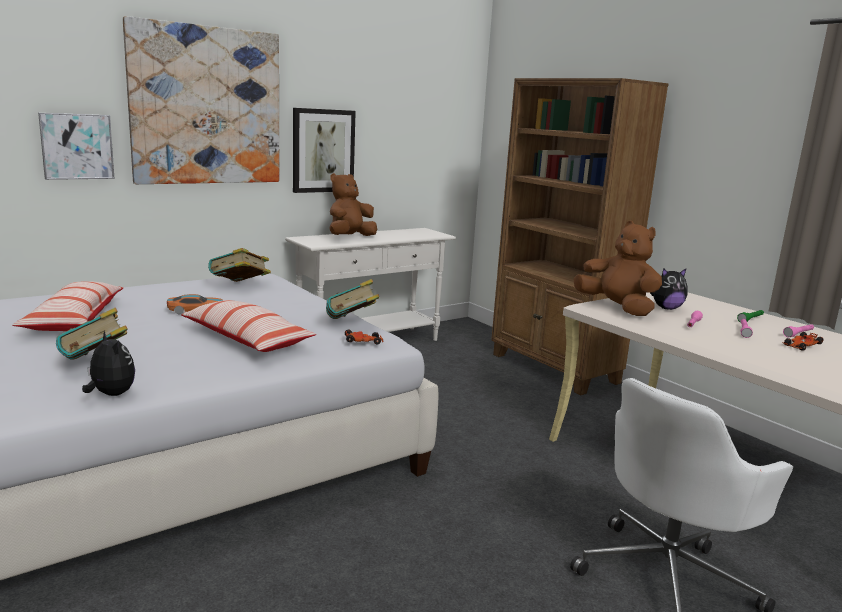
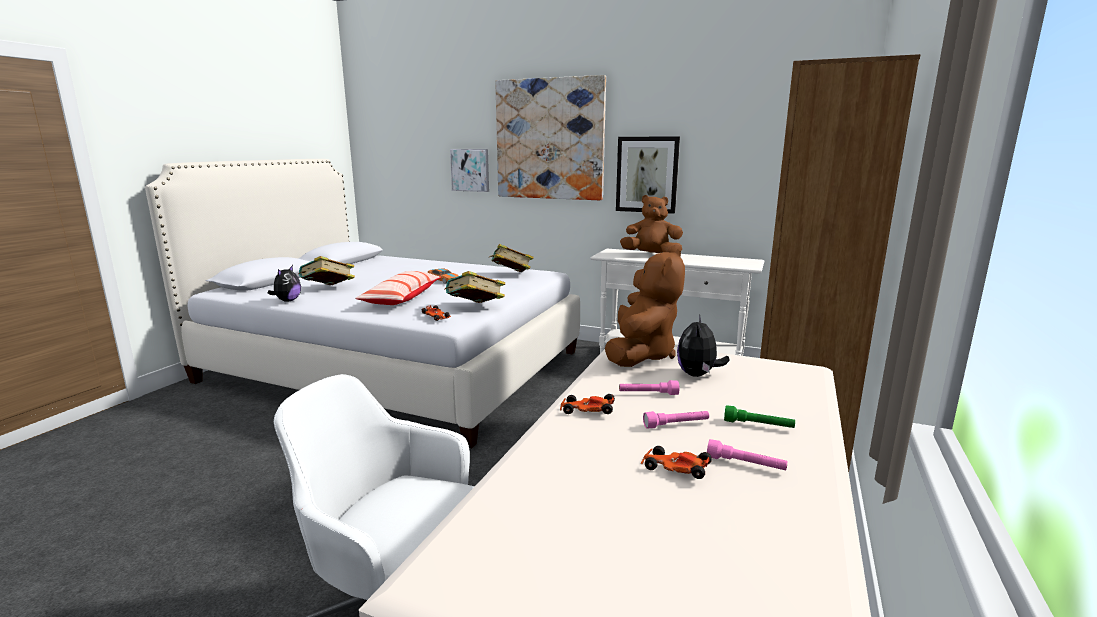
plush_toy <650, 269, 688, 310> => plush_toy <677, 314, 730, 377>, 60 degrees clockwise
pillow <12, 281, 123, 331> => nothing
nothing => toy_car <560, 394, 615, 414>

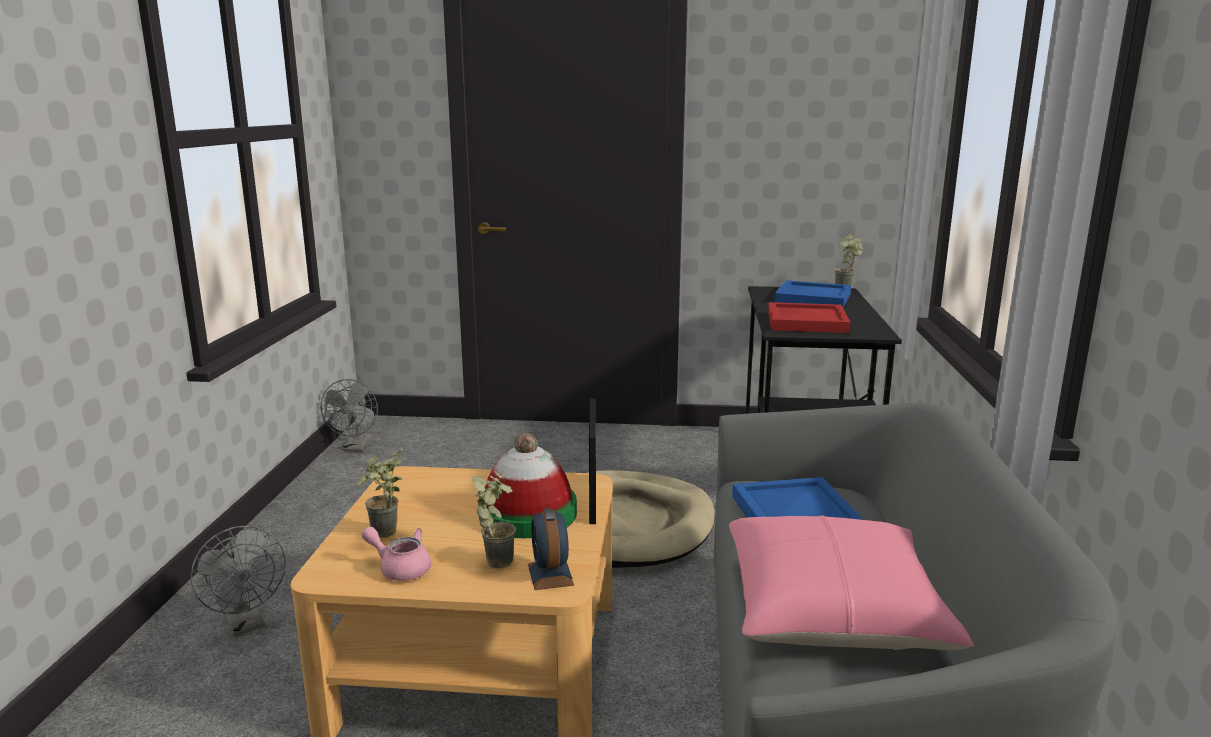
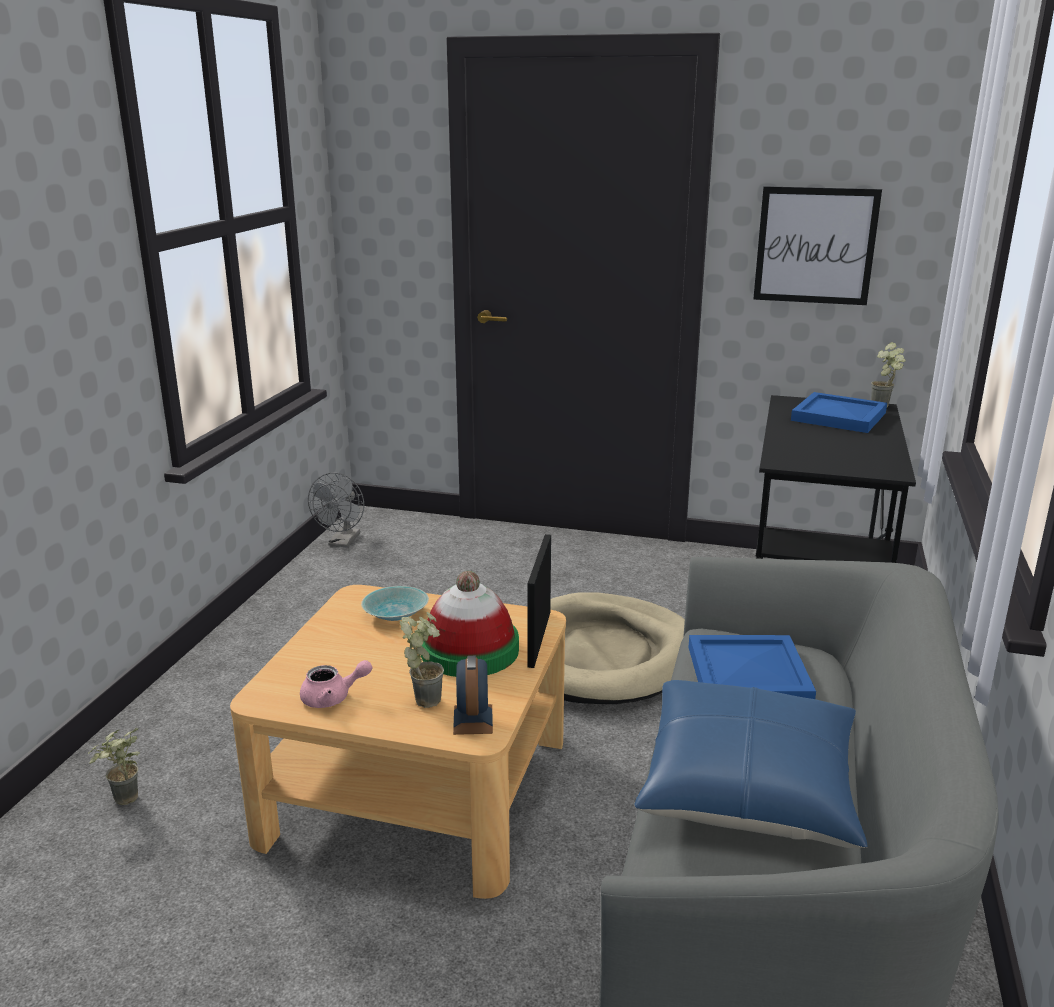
red_tray <768, 302, 851, 333> => nothing
potted_plant <355, 448, 403, 538> => potted_plant <88, 728, 140, 805>, shifted
pink_pillow <729, 515, 974, 650> => blue_pillow <634, 680, 868, 848>
grey_fan <191, 526, 286, 637> => nothing
pink_teapot <361, 526, 431, 581> => pink_teapot <300, 660, 372, 708>, 135 degrees clockwise
nothing => picture <753, 186, 882, 305>
nothing => turquoise_bowl <361, 586, 429, 621>

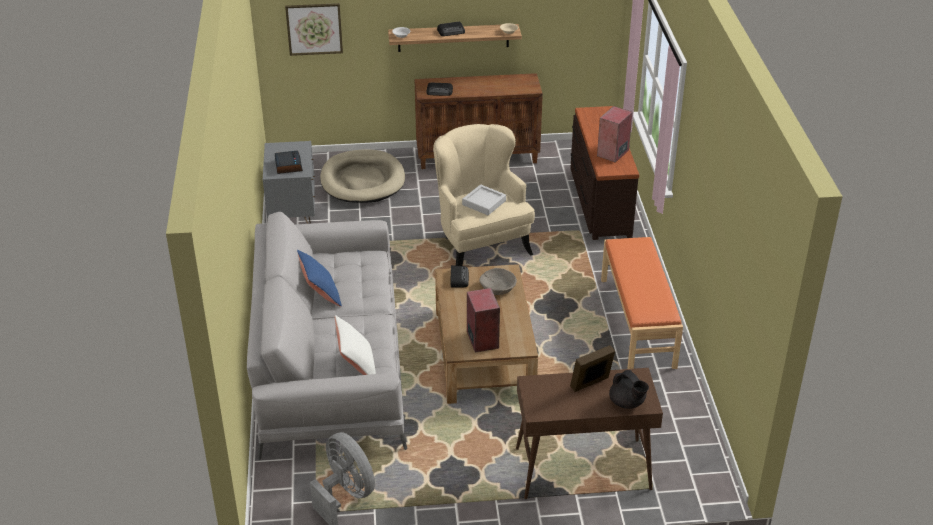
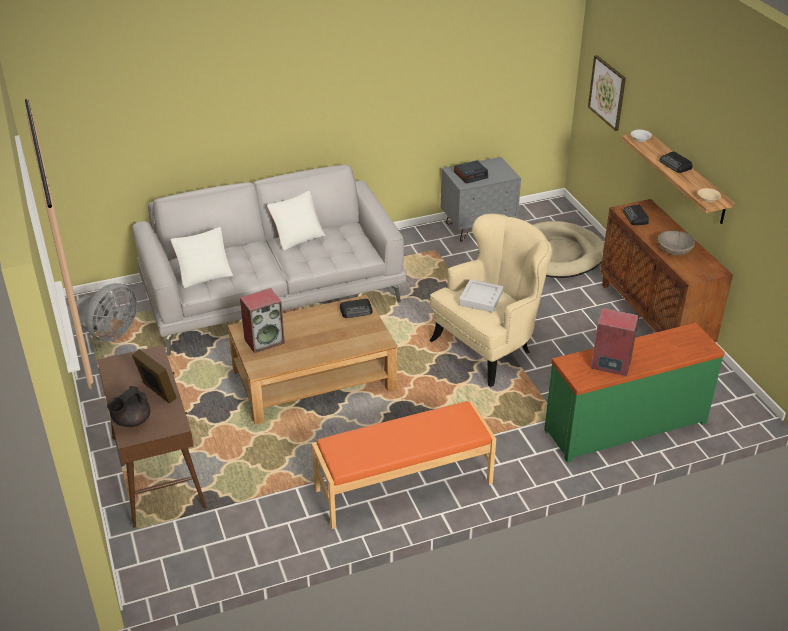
brown_dresser <570, 106, 639, 240> => green_dresser <544, 323, 725, 463>
blue_pillow <297, 249, 342, 307> => white_pillow <267, 191, 326, 251>
beige_bowl <479, 268, 517, 295> => beige_bowl <658, 231, 695, 255>, shifted

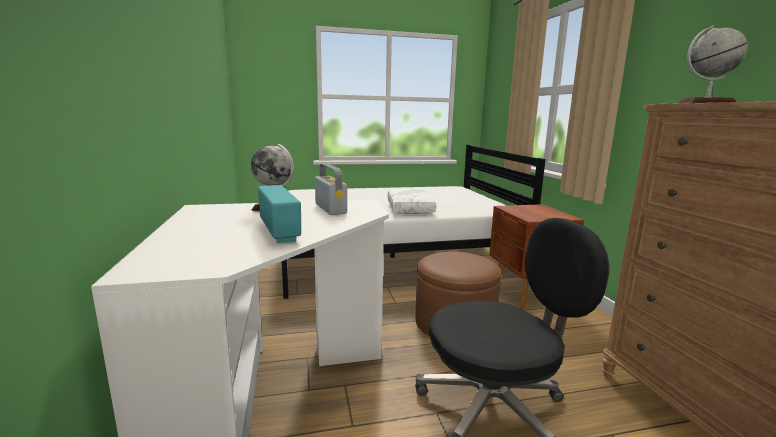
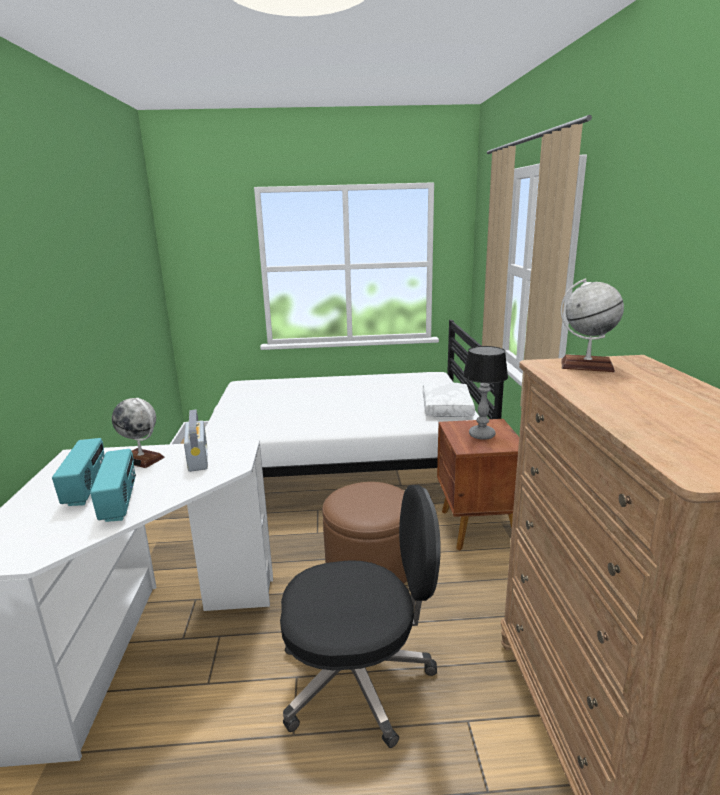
white_pillow <388, 189, 436, 214> => white_pillow <423, 383, 475, 417>, shifted
nothing => table_lamp <463, 346, 508, 440>
nothing => radio <52, 438, 105, 506>

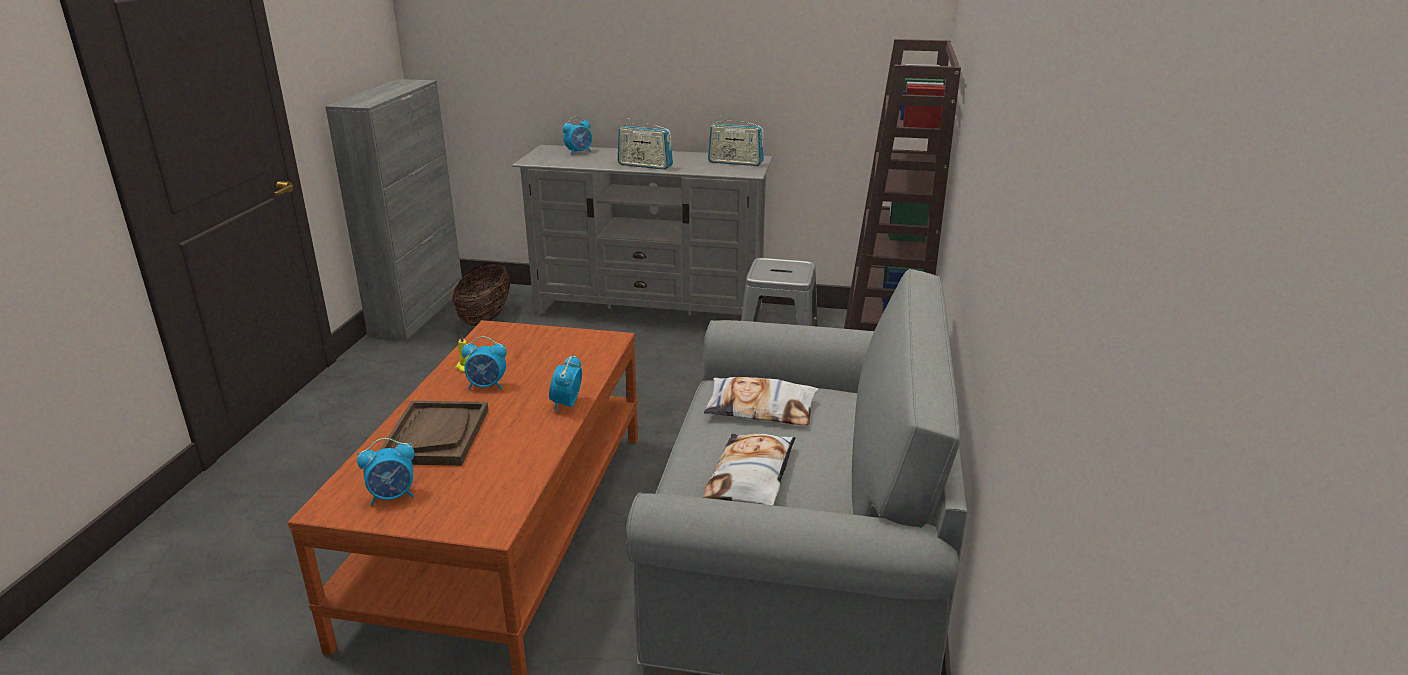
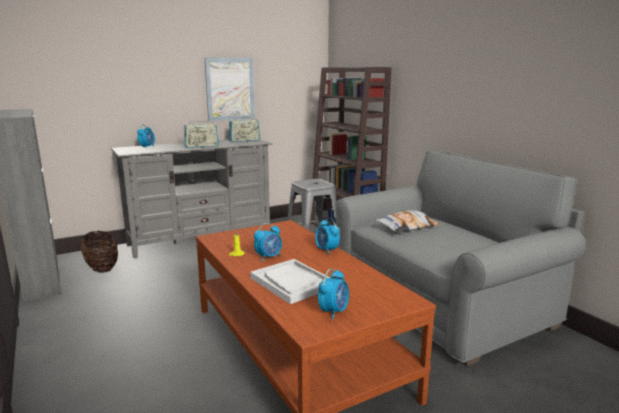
brown_tray <380, 401, 489, 466> => white_tray <250, 259, 330, 304>
pillow <703, 434, 796, 505> => nothing
nothing => picture <205, 58, 255, 121>

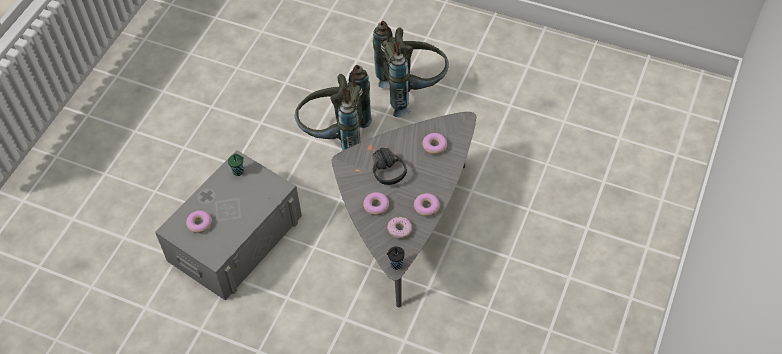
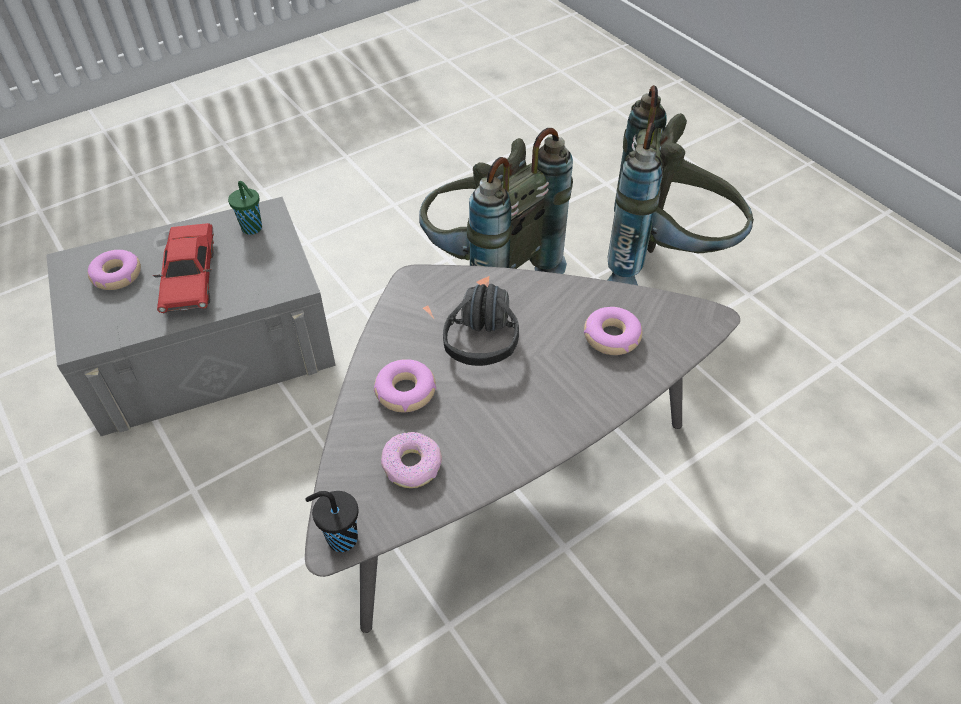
donut <414, 193, 440, 216> => nothing
nothing => red_toy_car <153, 223, 214, 314>

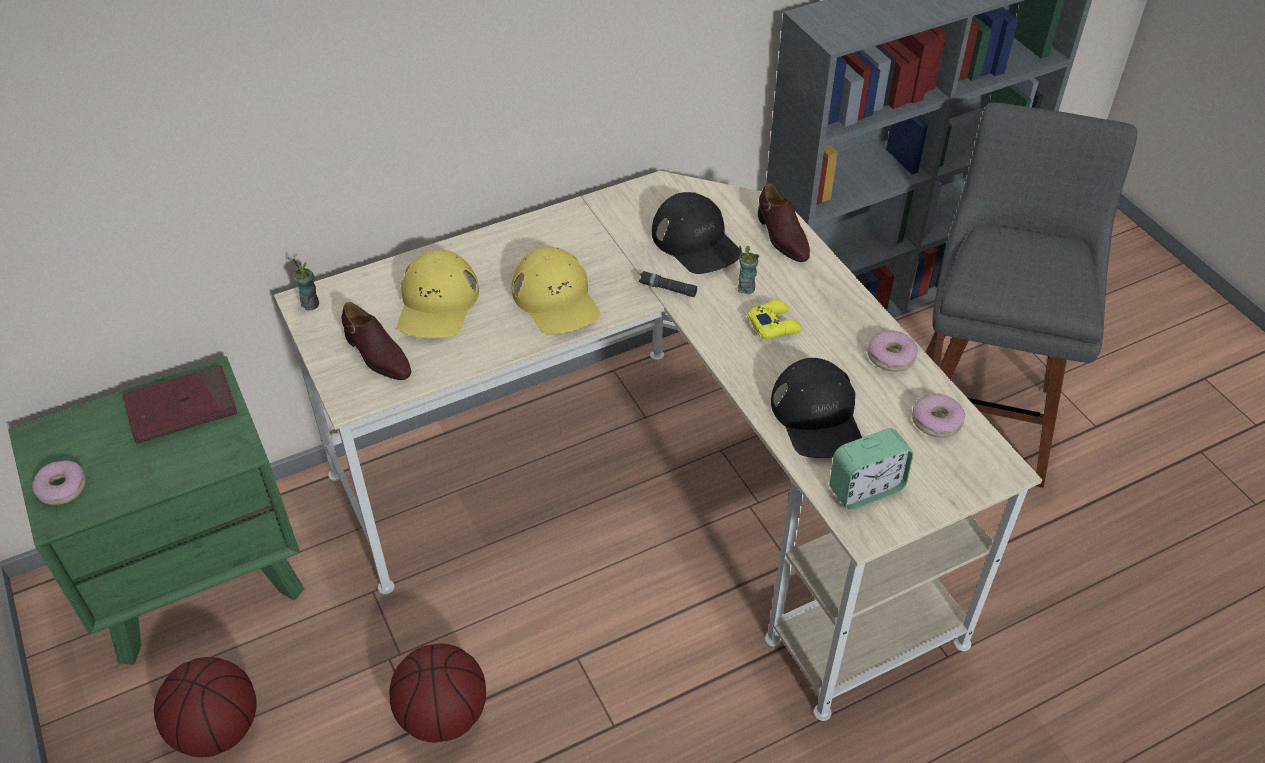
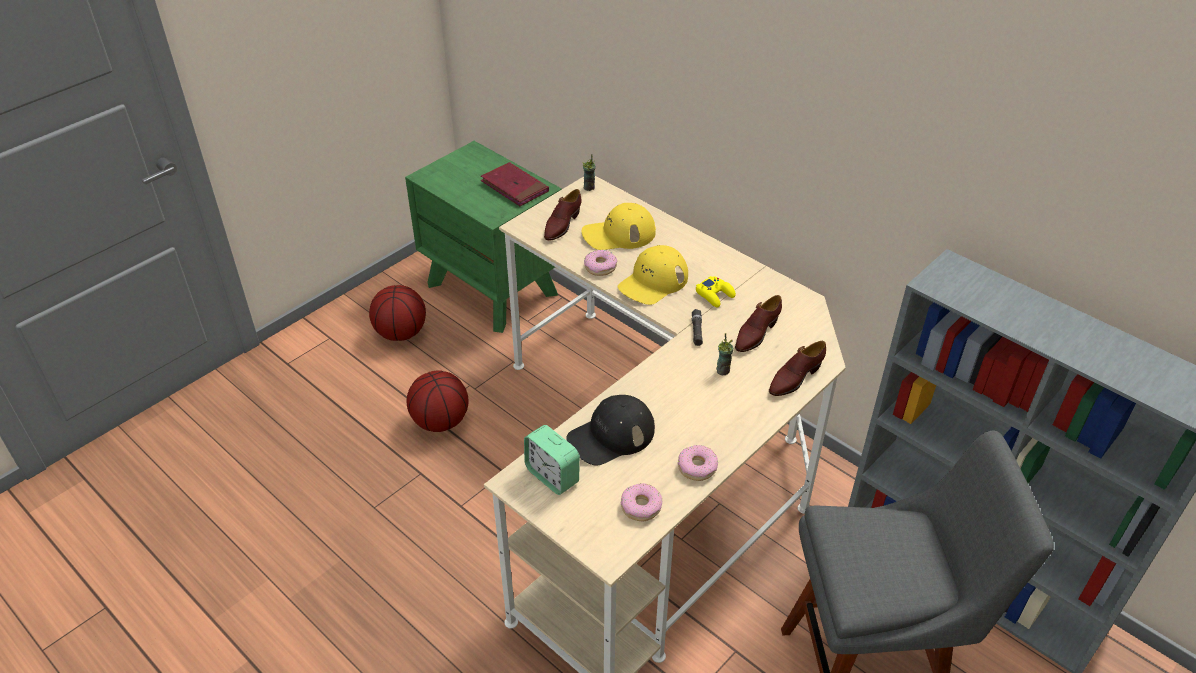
black_cap <652, 192, 741, 274> => brown_shoe <735, 295, 782, 352>
yellow_game_controller <747, 300, 802, 339> => yellow_game_controller <696, 276, 736, 307>, shifted
donut <32, 460, 86, 505> => donut <584, 250, 617, 276>, shifted

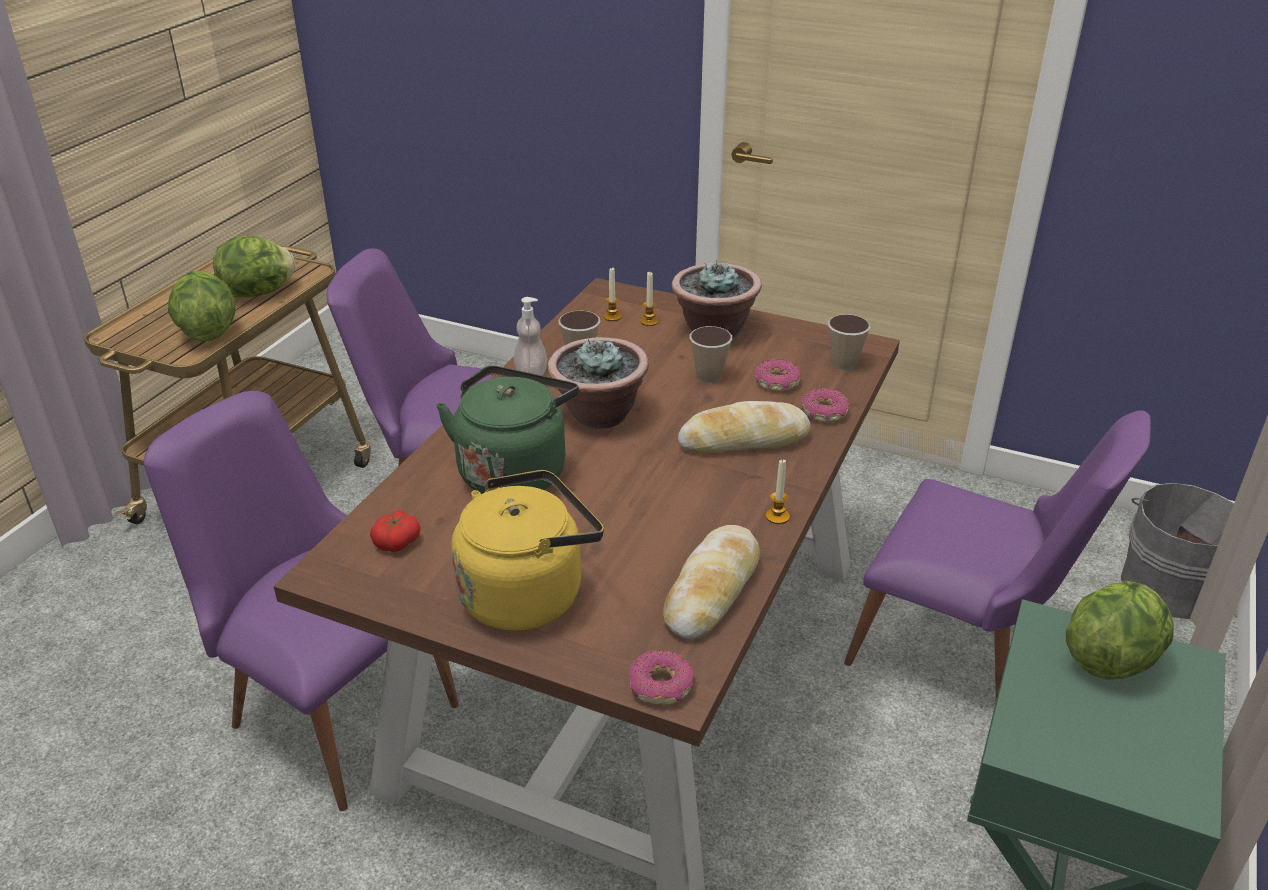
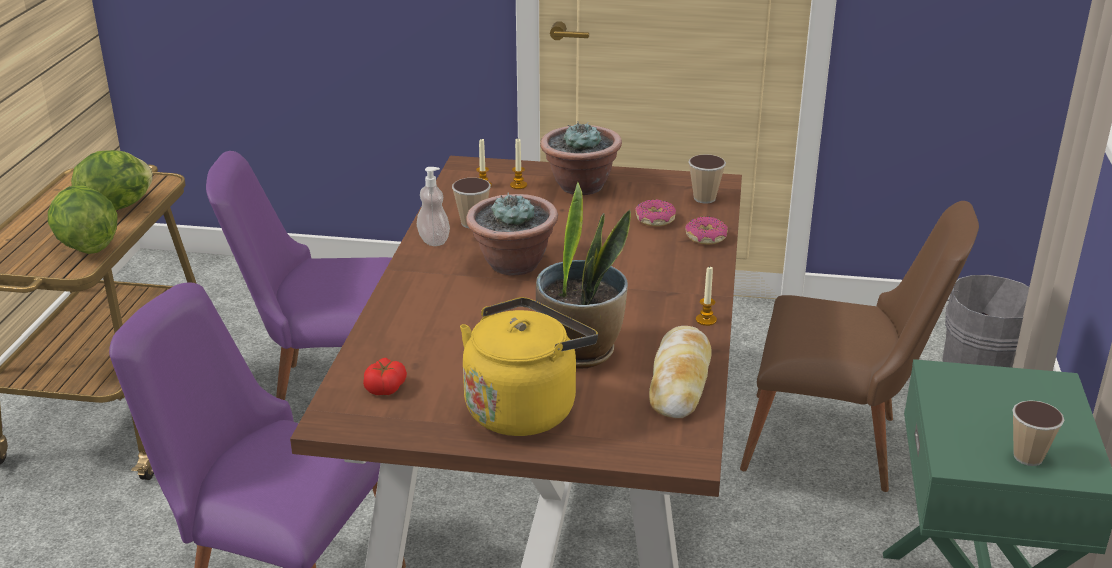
cup <690, 326, 732, 383> => cup <1012, 400, 1065, 466>, shifted
green_kettle <436, 366, 579, 494> => nothing
bread <678, 401, 811, 453> => nothing
purple_chair <844, 410, 1151, 699> => brown_chair <740, 201, 979, 492>
lettuce <1066, 581, 1174, 680> => nothing
donut <629, 650, 693, 705> => nothing
nothing => potted_plant <536, 182, 631, 369>

